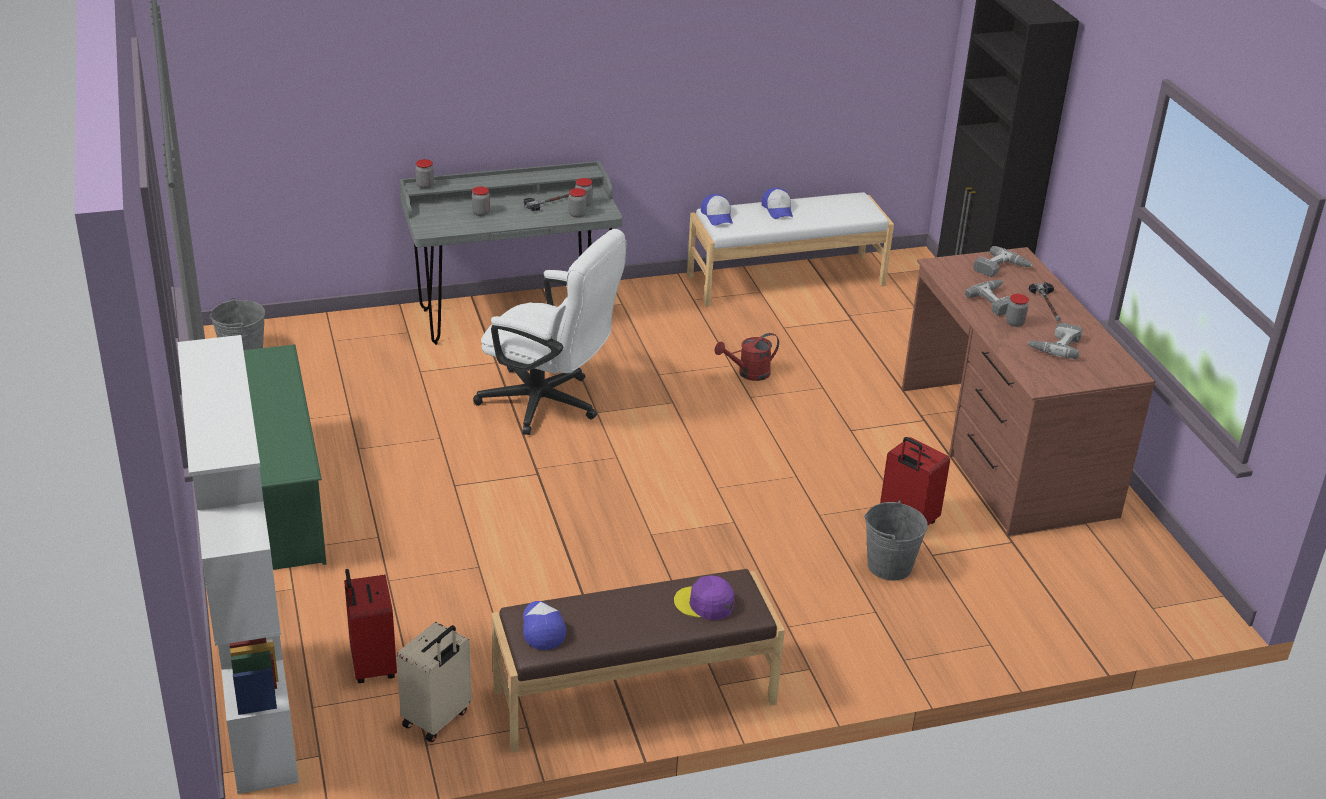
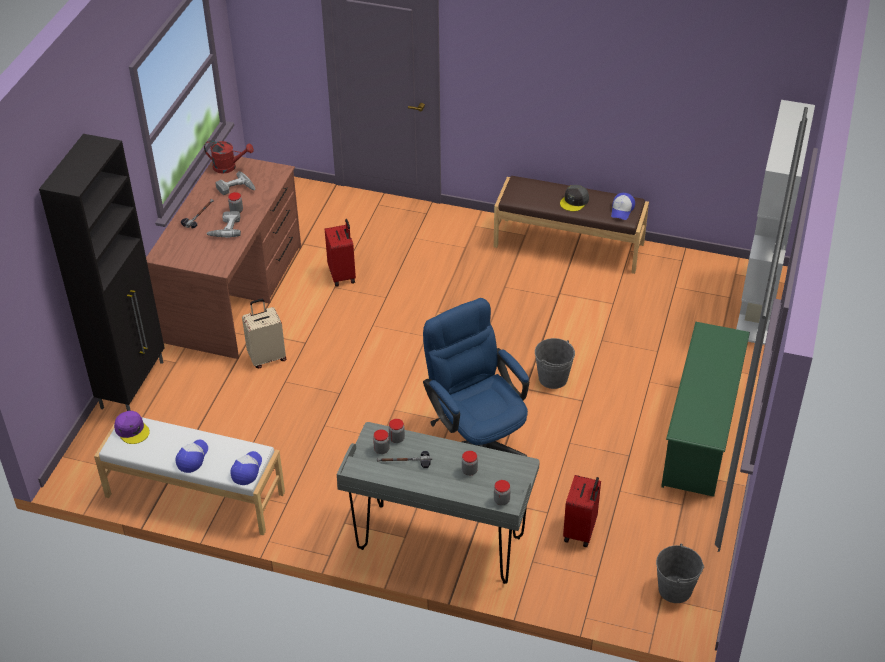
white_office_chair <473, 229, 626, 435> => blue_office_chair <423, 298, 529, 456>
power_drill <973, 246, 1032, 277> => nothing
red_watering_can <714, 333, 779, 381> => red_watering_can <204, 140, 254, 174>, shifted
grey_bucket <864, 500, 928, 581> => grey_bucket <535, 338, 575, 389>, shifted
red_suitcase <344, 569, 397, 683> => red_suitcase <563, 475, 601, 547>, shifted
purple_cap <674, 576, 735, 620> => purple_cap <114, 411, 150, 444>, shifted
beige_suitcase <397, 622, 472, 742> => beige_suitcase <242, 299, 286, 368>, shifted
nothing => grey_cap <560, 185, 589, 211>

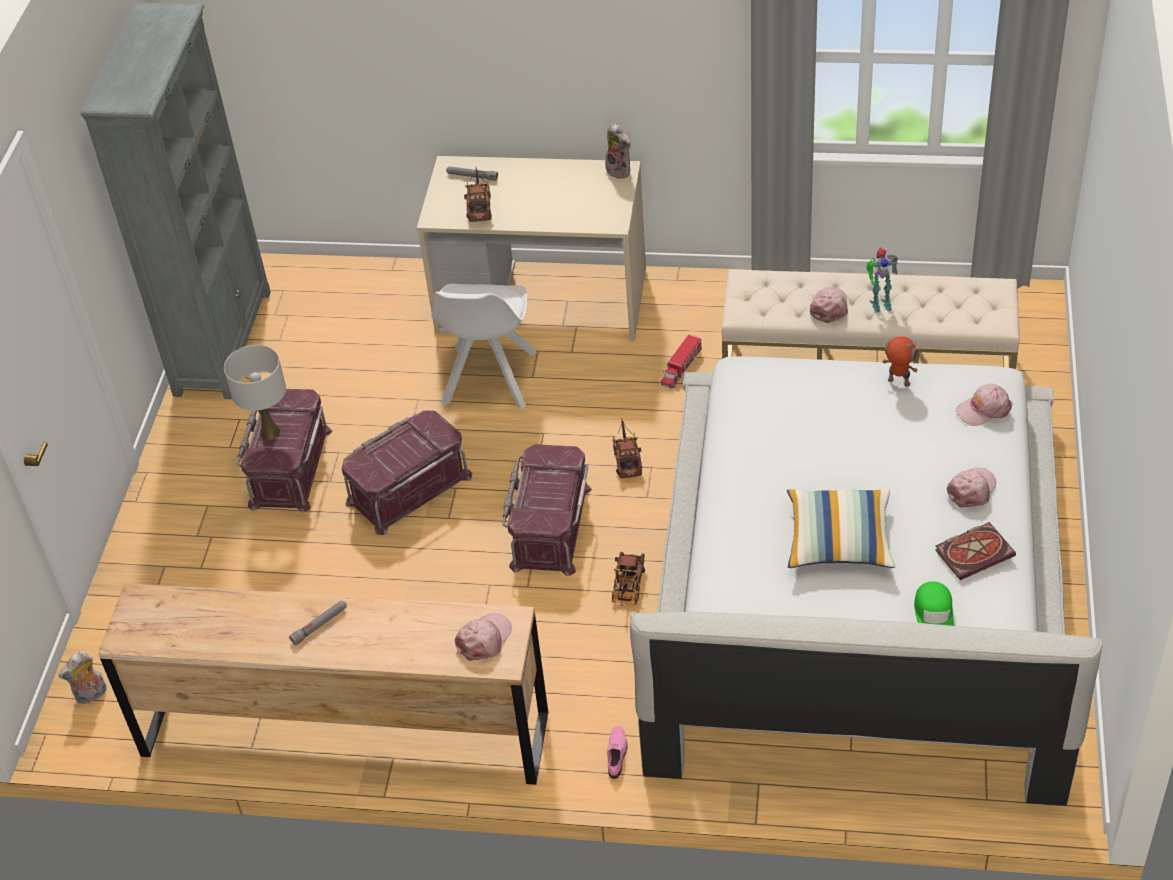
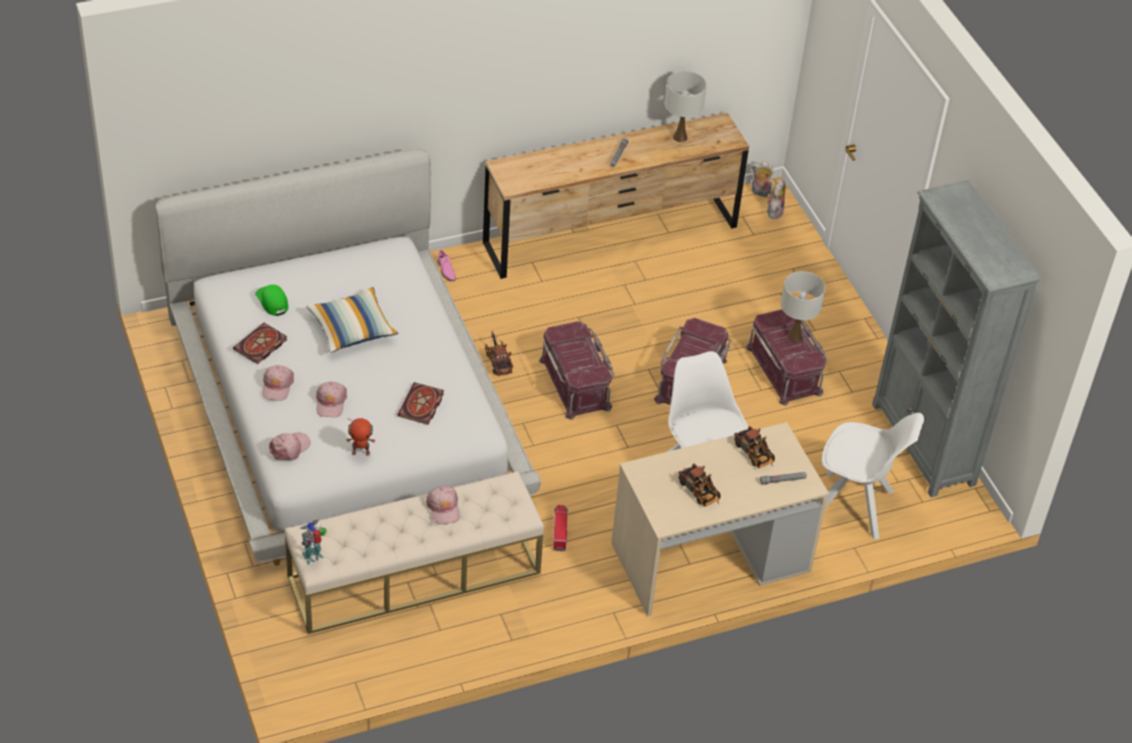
plush_toy <605, 123, 631, 179> => plush_toy <751, 161, 774, 197>, shifted
toy_robot <866, 247, 898, 313> => toy_robot <299, 520, 327, 565>, shifted
toy_truck <612, 418, 642, 478> => toy_truck <678, 463, 721, 507>, shifted
pink_cap <455, 613, 512, 661> => pink_cap <316, 382, 347, 417>, shifted
nothing => white_table_lamp <665, 71, 707, 142>
nothing => book <397, 382, 444, 425>
nothing => white_chair <822, 413, 924, 540>

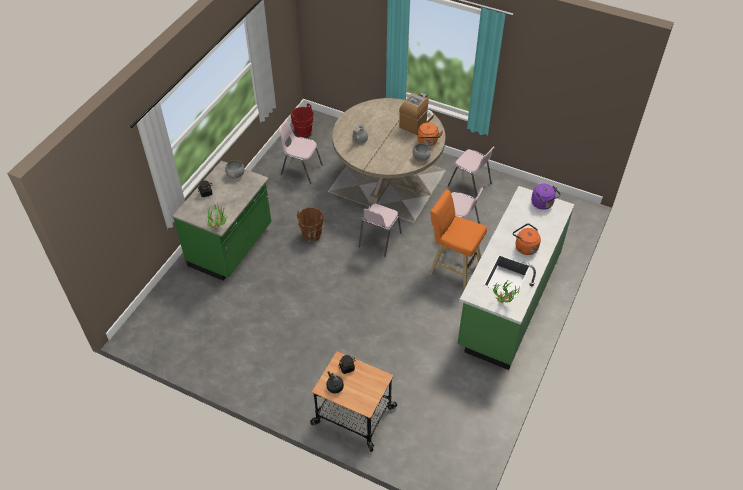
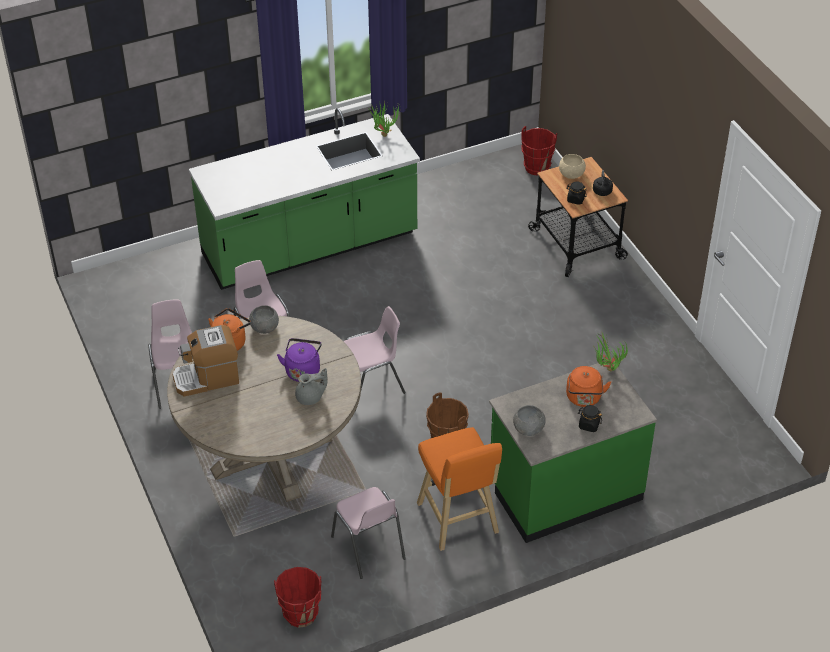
purple_kettle <531, 184, 561, 210> => purple_kettle <277, 338, 322, 382>, shifted
orange_stool <429, 190, 487, 289> => orange_stool <417, 427, 502, 551>, shifted
orange_kettle <513, 223, 541, 255> => orange_kettle <566, 366, 611, 407>, shifted
nothing => red_bucket <521, 126, 557, 175>
nothing => beige_bowl <559, 154, 586, 179>

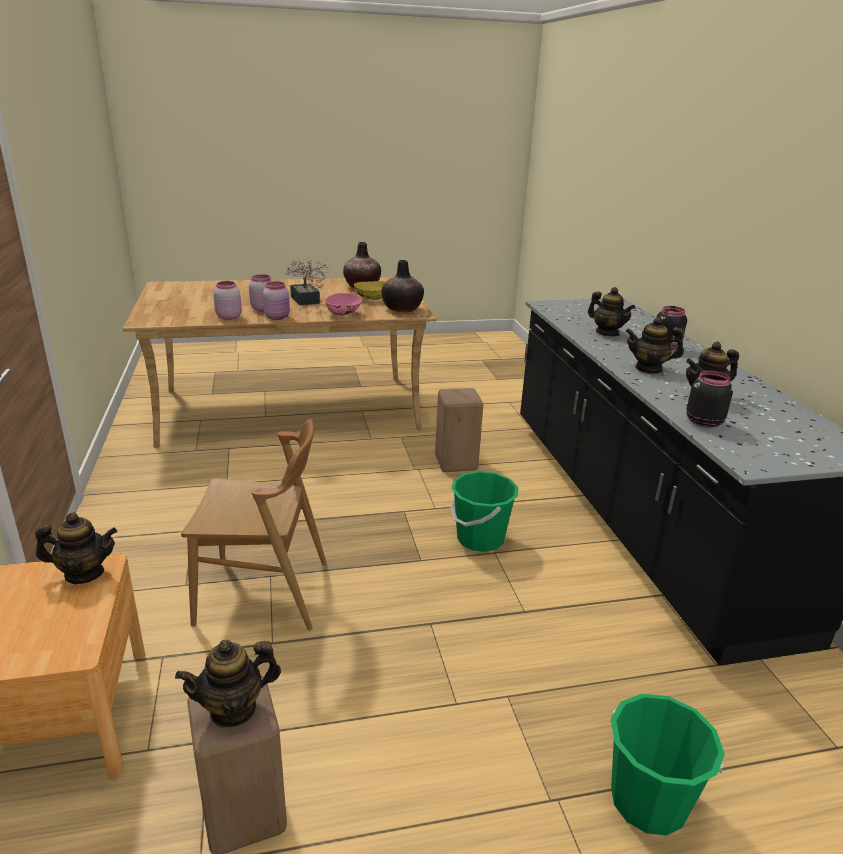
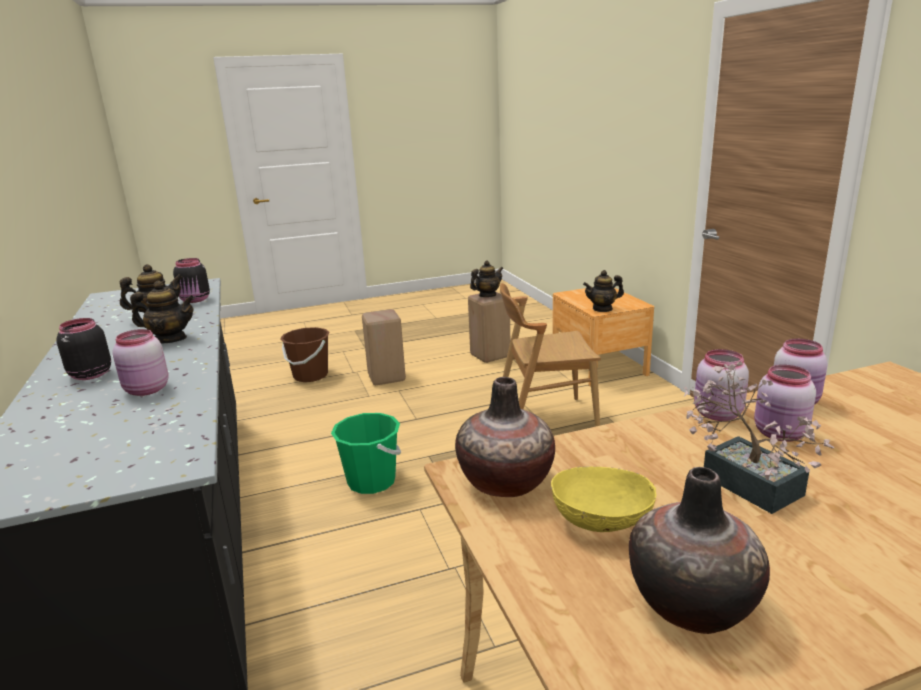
teapot <588, 287, 635, 336> => pink_jar <112, 329, 169, 396>
pink_bowl <325, 293, 362, 316> => nothing
beige_stool <435, 388, 483, 472> => beige_stool <362, 309, 406, 385>, shifted
green_bucket <611, 694, 725, 836> => brown_bucket <280, 327, 330, 382>

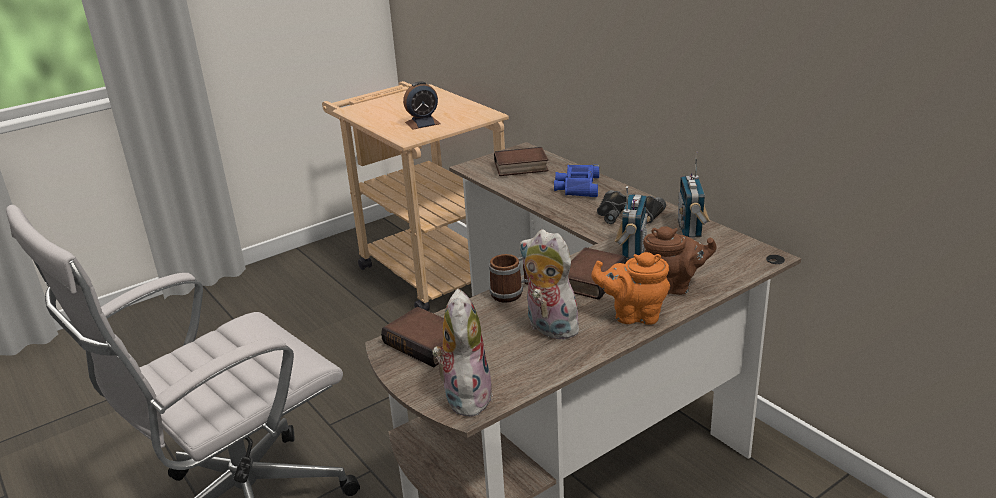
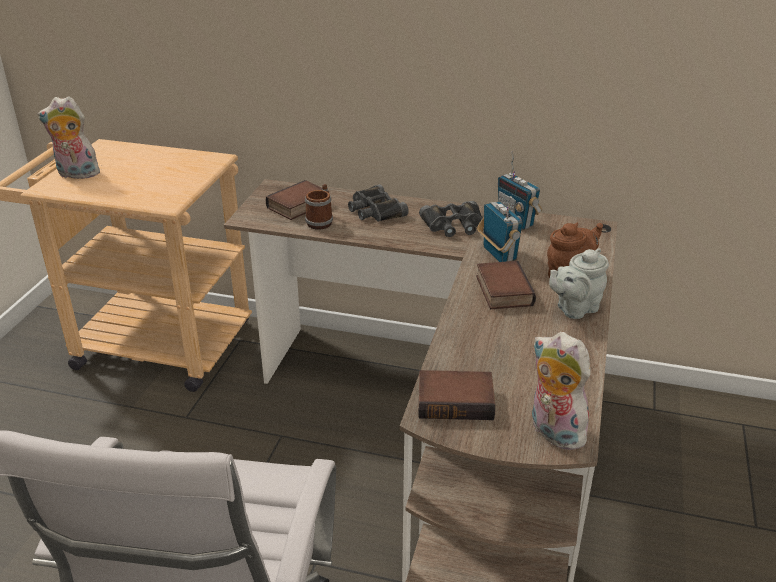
alarm_clock <403, 81, 441, 130> => nothing
blue_binoculars <554, 165, 599, 197> => black_binoculars <348, 184, 409, 222>
plush_toy <520, 229, 579, 340> => plush_toy <37, 96, 100, 179>, shifted
orange_teapot <591, 252, 670, 325> => grey_teapot <549, 248, 609, 319>
mug <489, 254, 528, 303> => mug <305, 184, 333, 230>, shifted

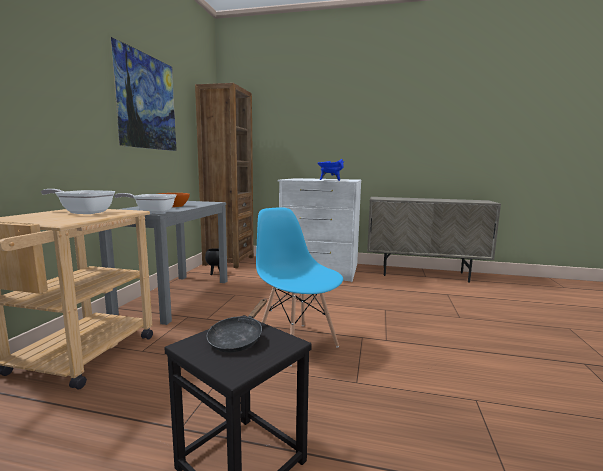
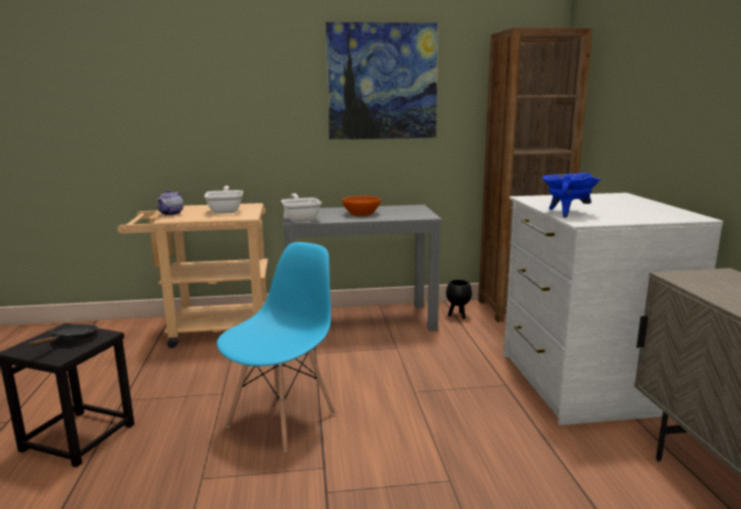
black_frying_pan <207, 299, 267, 352> => black_frying_pan <29, 324, 98, 346>, 105 degrees clockwise
nothing => teapot <156, 190, 184, 215>

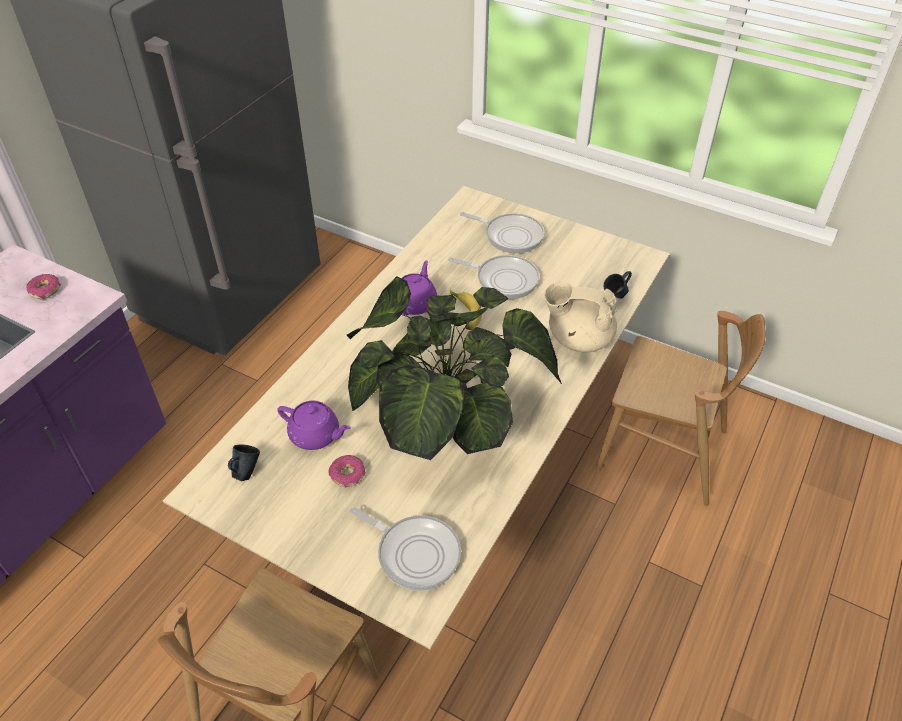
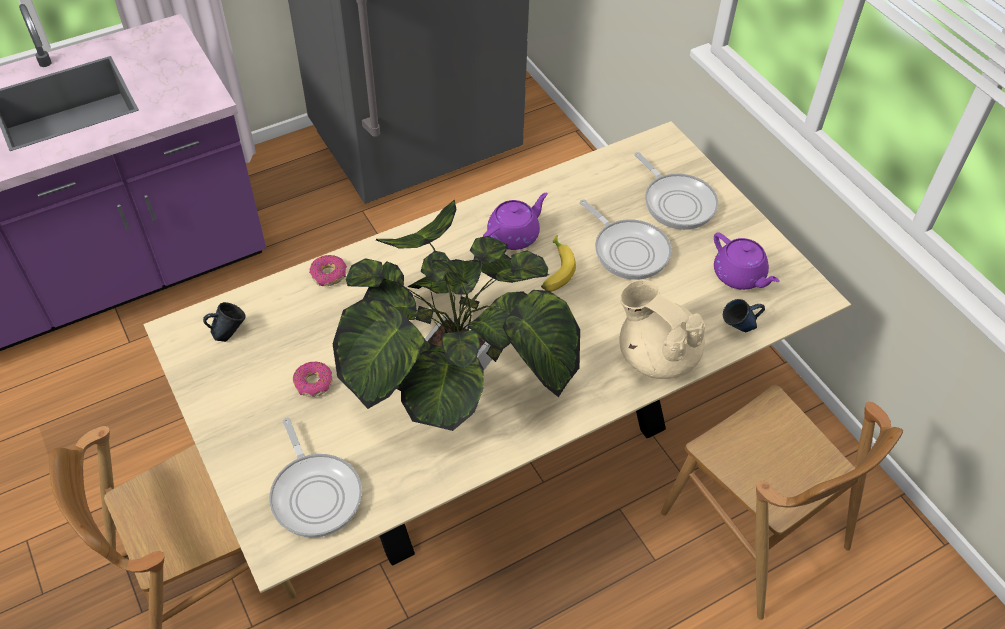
donut <26, 274, 61, 299> => donut <309, 255, 347, 286>, shifted
purple_teapot <277, 401, 351, 450> => purple_teapot <714, 232, 780, 290>, shifted

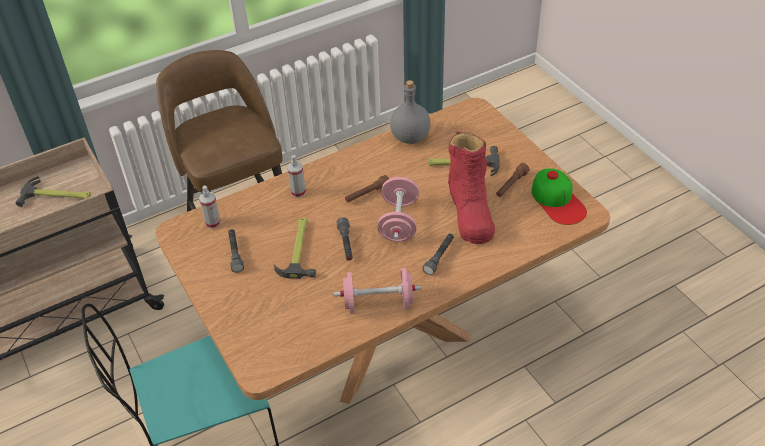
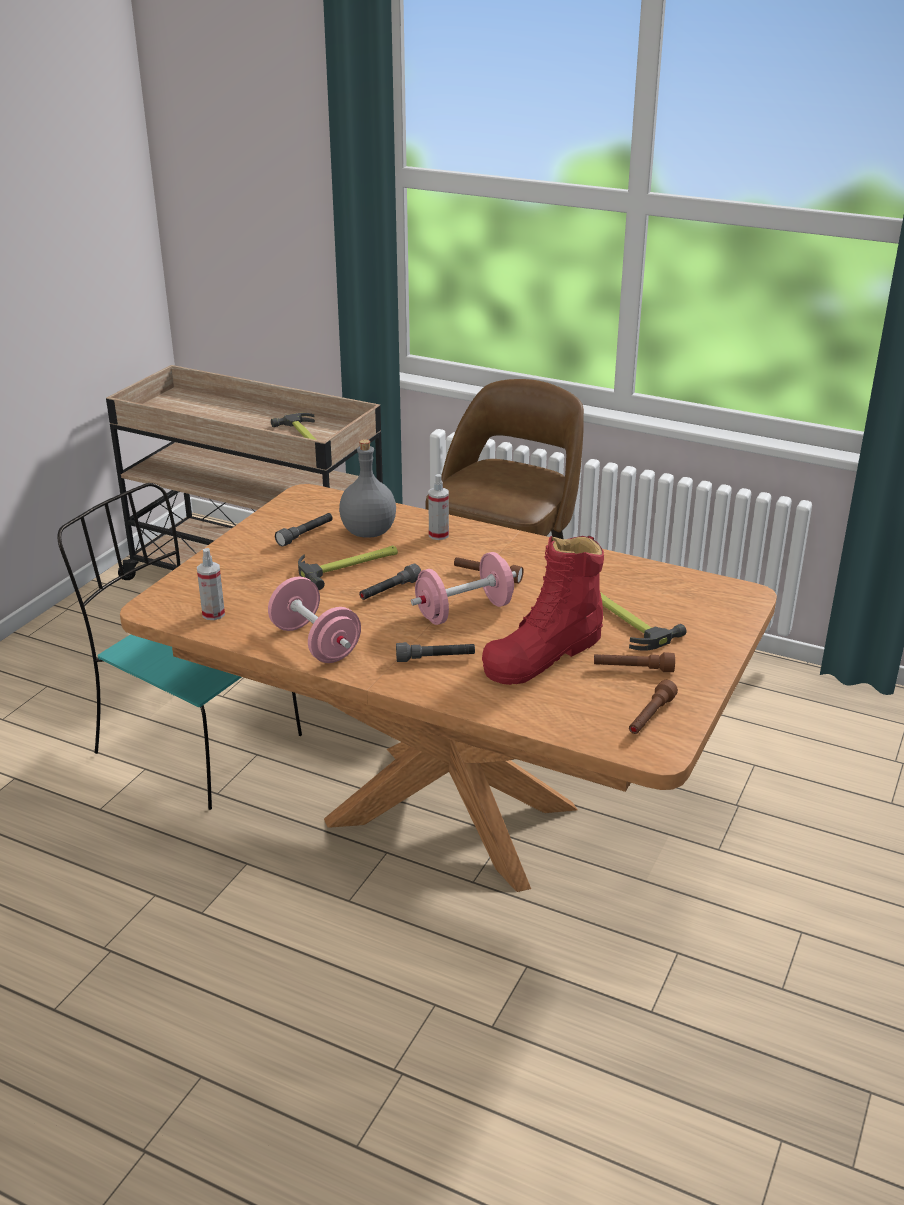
grey_bottle <390, 80, 430, 144> => grey_bottle <339, 439, 396, 538>, shifted
cap <532, 169, 587, 225> => brown_flashlight <629, 680, 678, 734>
spray_bottle <199, 186, 221, 229> => spray_bottle <197, 548, 225, 620>, shifted

